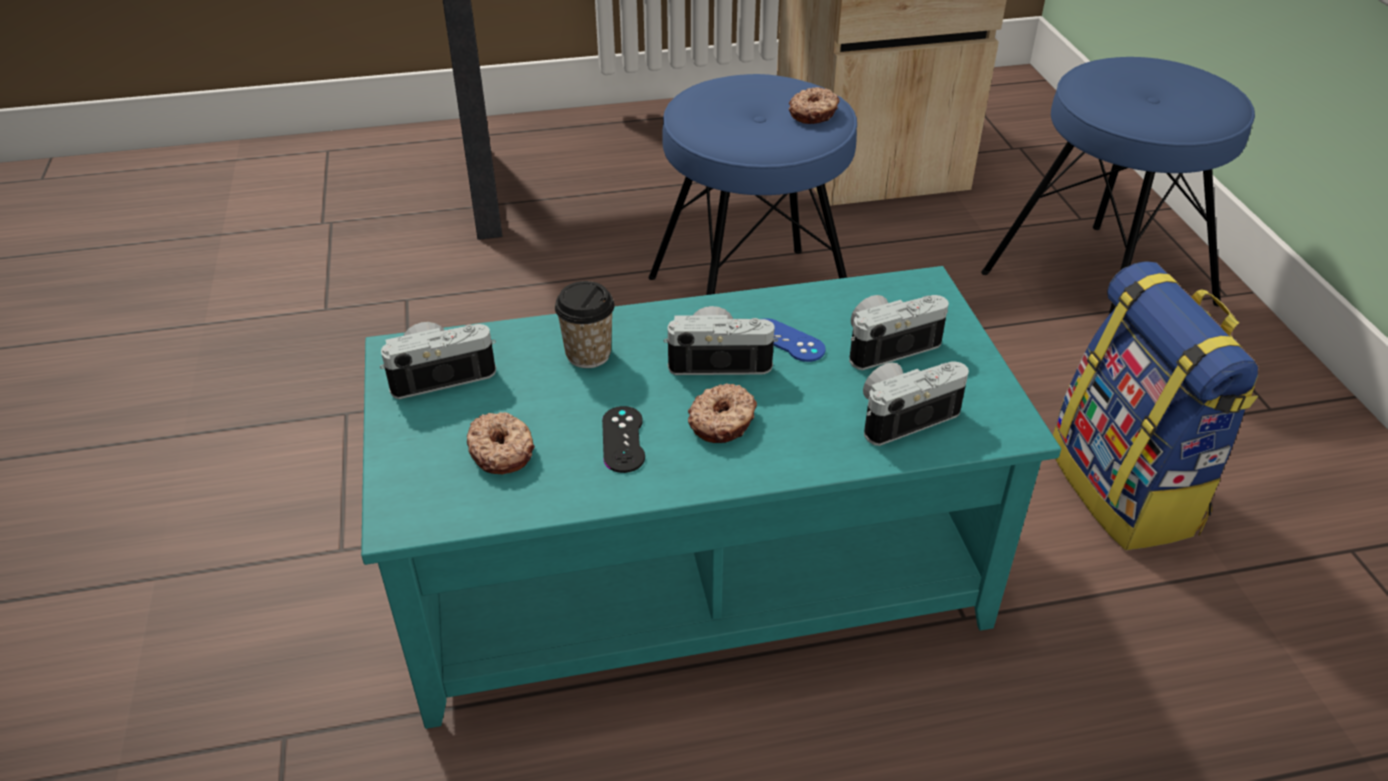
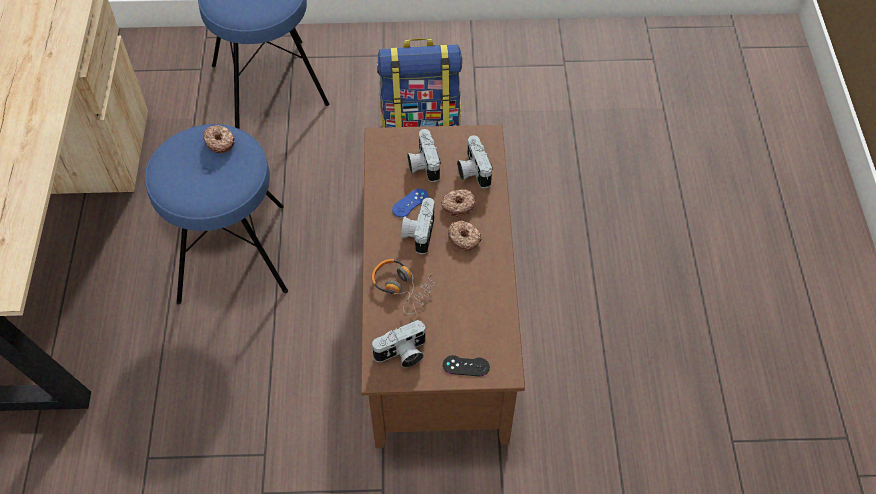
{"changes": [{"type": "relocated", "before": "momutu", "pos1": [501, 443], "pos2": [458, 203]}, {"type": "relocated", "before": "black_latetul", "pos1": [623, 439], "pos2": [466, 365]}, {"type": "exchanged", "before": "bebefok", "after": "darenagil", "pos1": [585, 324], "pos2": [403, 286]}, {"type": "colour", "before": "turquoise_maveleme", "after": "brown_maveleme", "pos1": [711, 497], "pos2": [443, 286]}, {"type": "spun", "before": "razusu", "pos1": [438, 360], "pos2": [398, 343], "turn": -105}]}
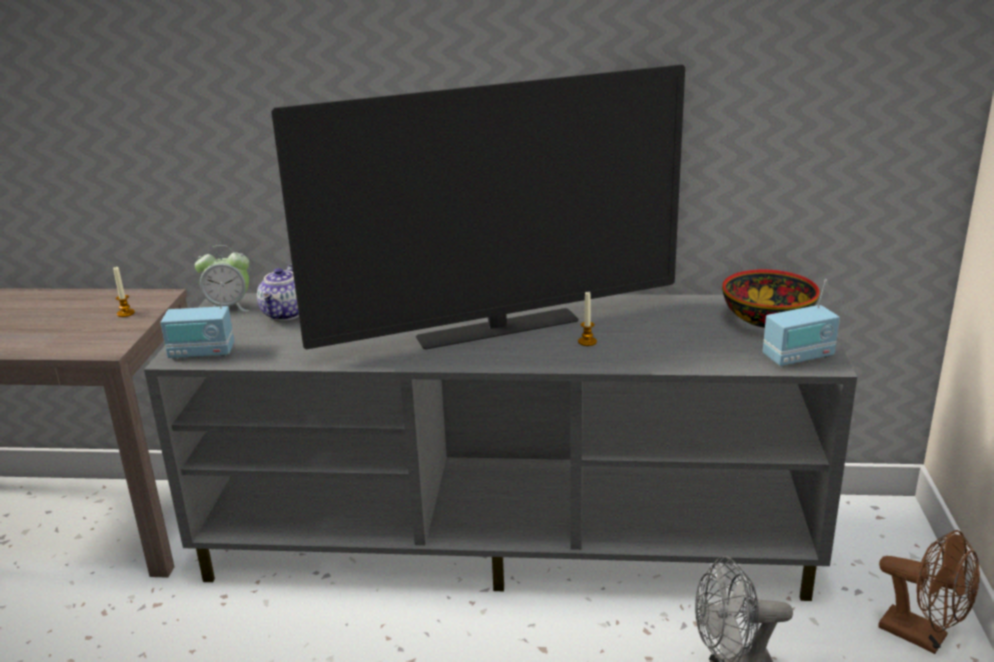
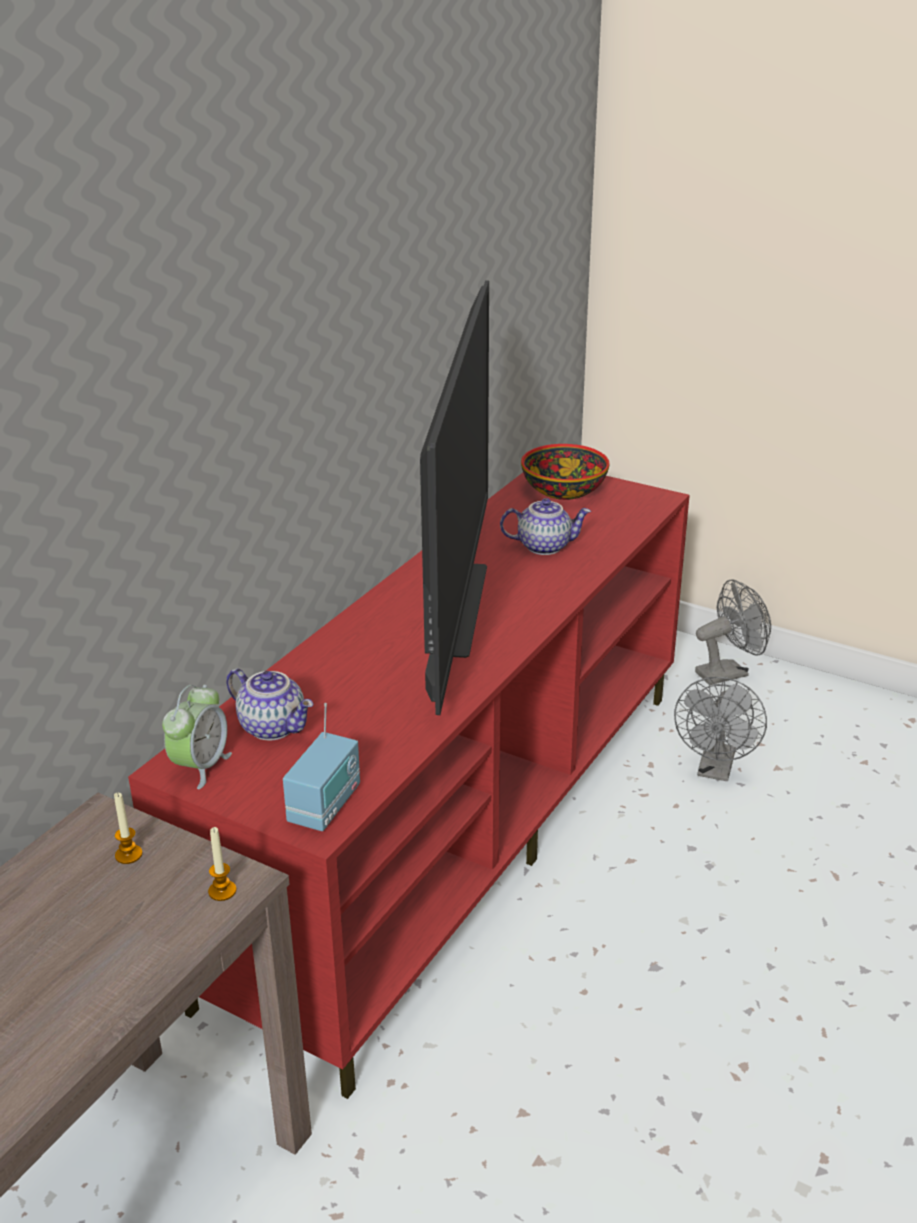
{"changes": [{"type": "missing", "before": "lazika", "pos1": [801, 323]}, {"type": "appeared", "after": "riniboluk", "pos2": [545, 526]}, {"type": "relocated", "before": "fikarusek", "pos1": [587, 319], "pos2": [222, 864]}, {"type": "colour", "before": "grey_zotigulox", "after": "red_zotigulox", "pos1": [500, 447], "pos2": [409, 786]}, {"type": "colour", "before": "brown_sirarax", "after": "grey_sirarax", "pos1": [929, 592], "pos2": [733, 632]}]}
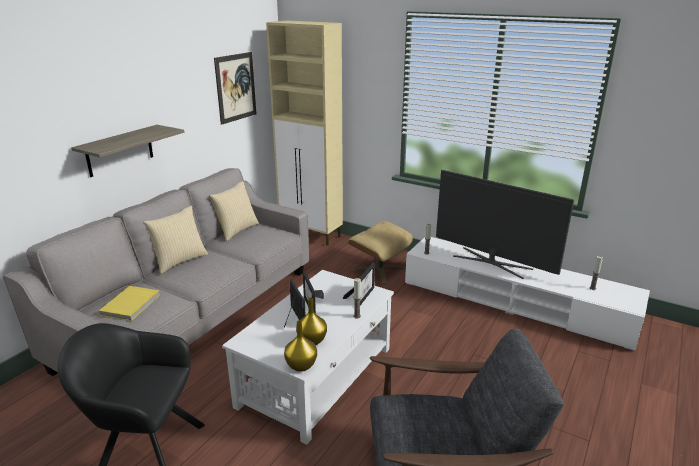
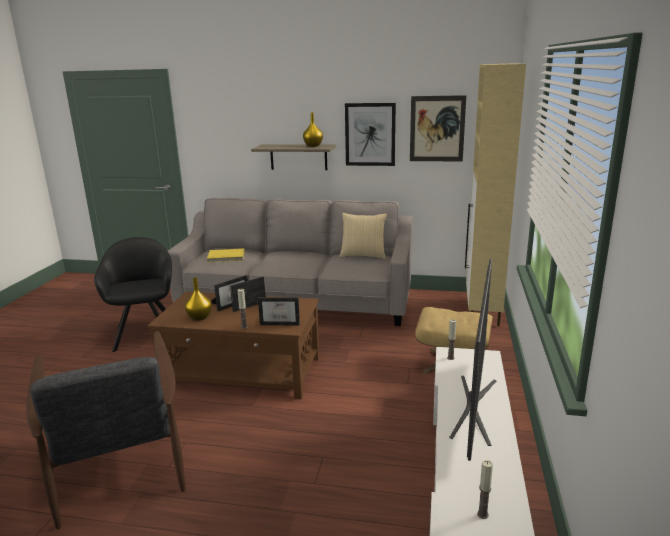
{"changes": [{"type": "missing", "before": "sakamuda", "pos1": [175, 239]}, {"type": "appeared", "after": "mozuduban", "pos2": [370, 134]}, {"type": "relocated", "before": "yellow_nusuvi", "pos1": [300, 346], "pos2": [313, 129]}, {"type": "colour", "before": "white_maveleme", "after": "brown_maveleme", "pos1": [308, 357], "pos2": [233, 345]}]}
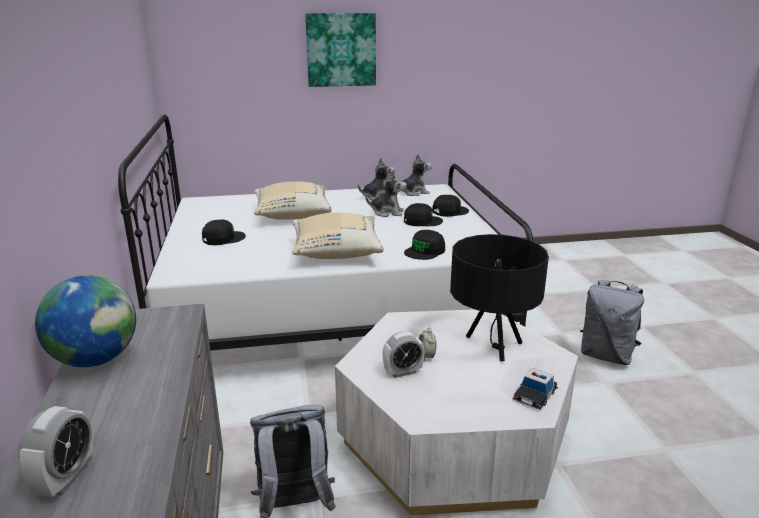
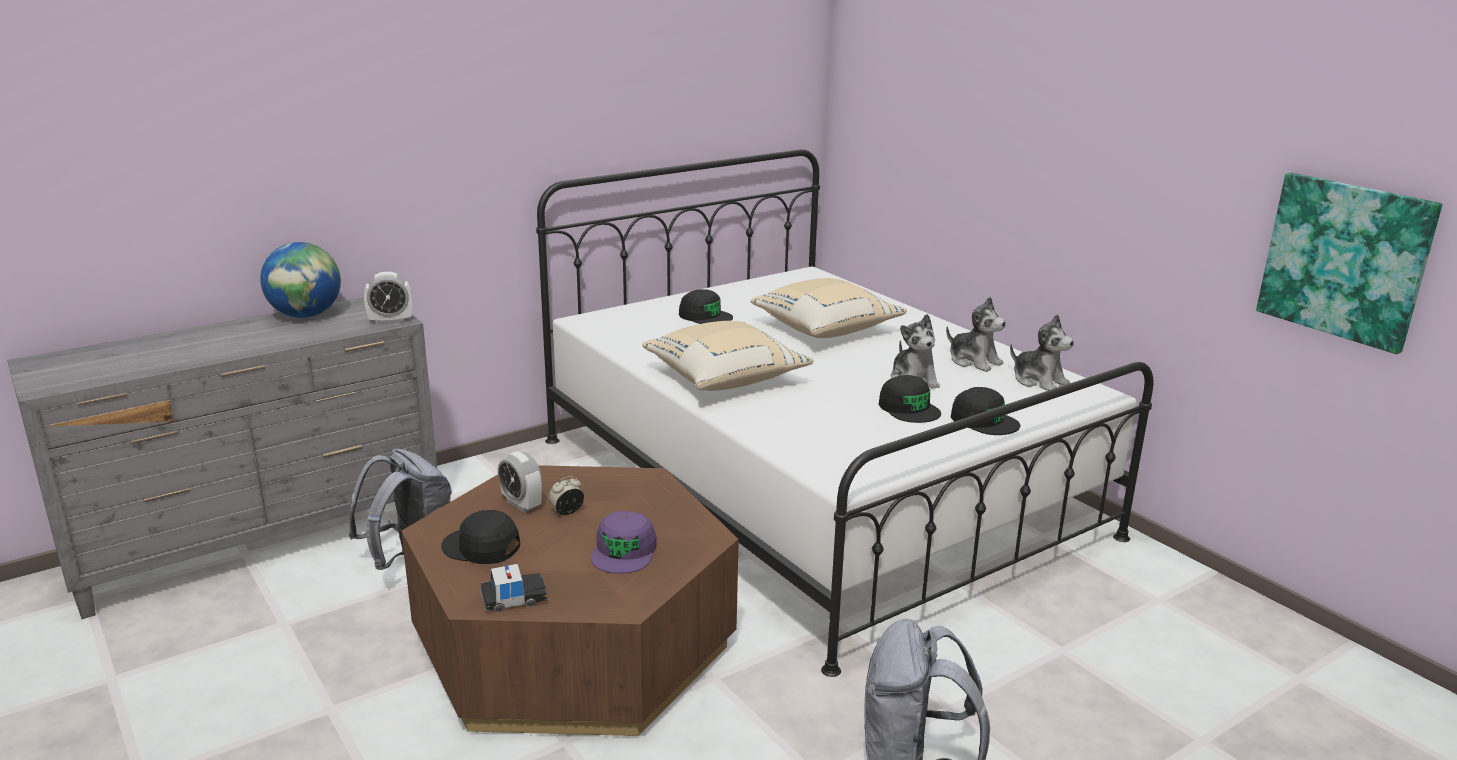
{"changes": [{"type": "relocated", "before": "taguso", "pos1": [55, 451], "pos2": [388, 298]}, {"type": "relocated", "before": "mozuduban", "pos1": [340, 50], "pos2": [1349, 263]}, {"type": "relocated", "before": "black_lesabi", "pos1": [424, 245], "pos2": [480, 537]}, {"type": "exchanged", "before": "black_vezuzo", "after": "purple_lesabi", "pos1": [499, 297], "pos2": [623, 542]}, {"type": "colour", "before": "white_maveleme", "after": "brown_maveleme", "pos1": [456, 412], "pos2": [570, 600]}, {"type": "spun", "before": "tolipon", "pos1": [535, 389], "pos2": [514, 588], "turn": 150}]}
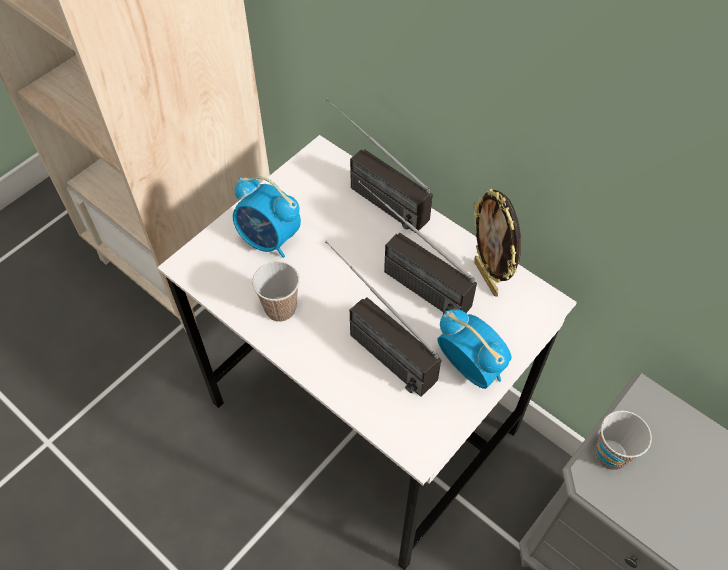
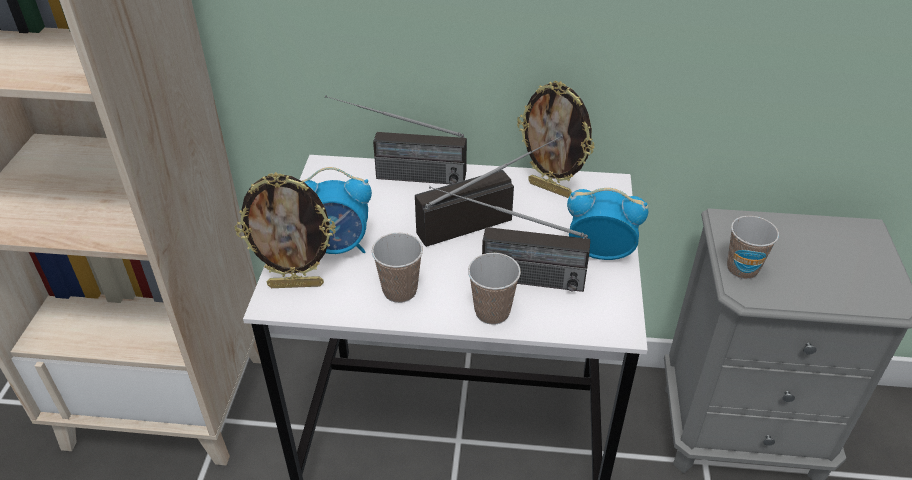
{"changes": [{"type": "appeared", "after": "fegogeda", "pos2": [285, 230]}, {"type": "appeared", "after": "bebefok", "pos2": [494, 289]}, {"type": "spun", "before": "lazika", "pos1": [417, 247], "pos2": [489, 191], "turn": 150}]}
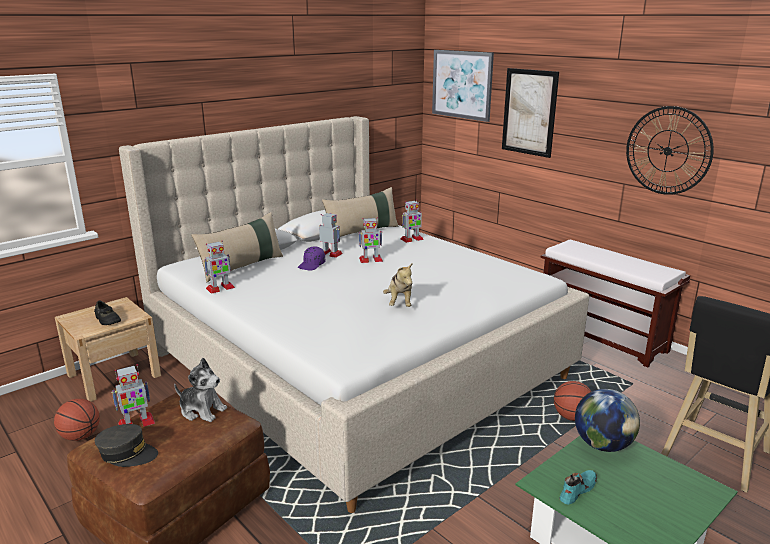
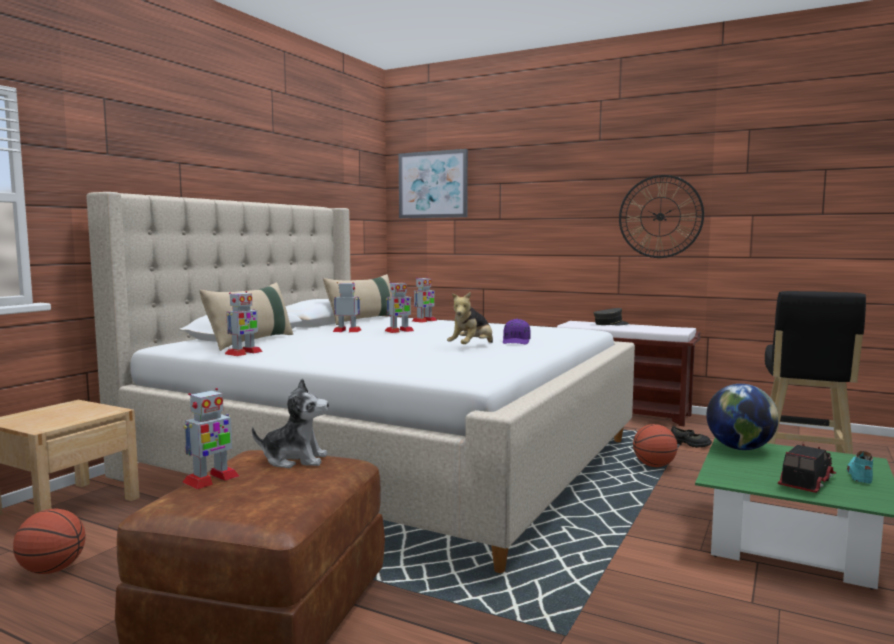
{"changes": [{"type": "missing", "before": "mozuduban", "pos1": [530, 113]}, {"type": "appeared", "after": "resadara", "pos2": [806, 468]}, {"type": "relocated", "before": "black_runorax", "pos1": [107, 312], "pos2": [691, 437]}, {"type": "relocated", "before": "grey_lesabi", "pos1": [126, 445], "pos2": [612, 316]}, {"type": "relocated", "before": "purple_lesabi", "pos1": [311, 258], "pos2": [517, 331]}, {"type": "relocated", "before": "turquoise_runorax", "pos1": [578, 487], "pos2": [860, 467]}, {"type": "spun", "before": "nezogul", "pos1": [398, 284], "pos2": [470, 318], "turn": 60}]}
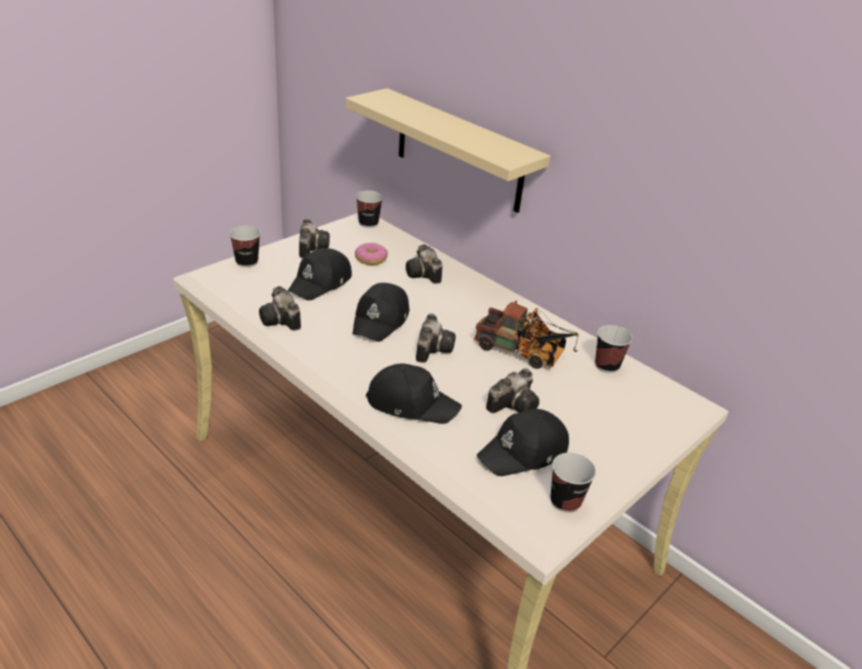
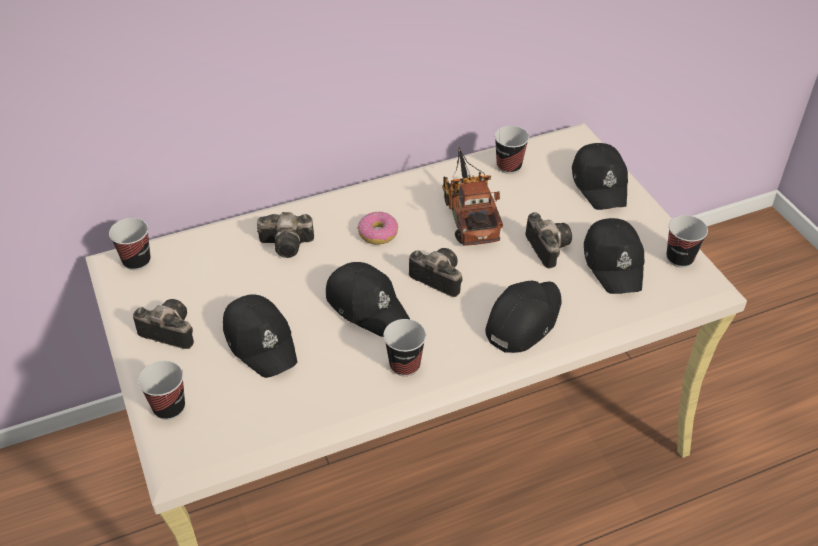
{"changes": [{"type": "missing", "before": "razusu", "pos1": [280, 308]}, {"type": "missing", "before": "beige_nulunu", "pos1": [447, 150]}, {"type": "appeared", "after": "bebefok", "pos2": [404, 347]}, {"type": "appeared", "after": "black_lesabi", "pos2": [600, 176]}, {"type": "relocated", "before": "momutu", "pos1": [371, 254], "pos2": [377, 228]}, {"type": "spun", "before": "resadara", "pos1": [526, 335], "pos2": [472, 196], "turn": -60}]}
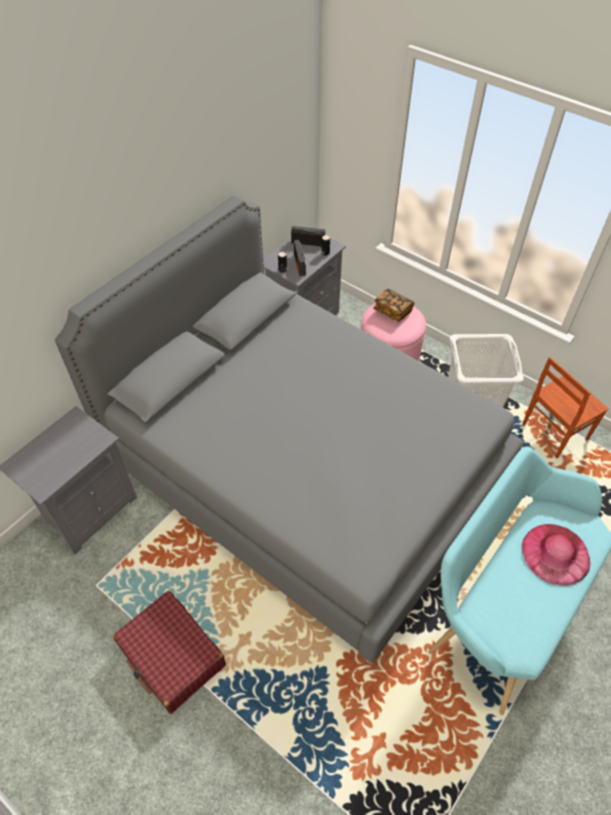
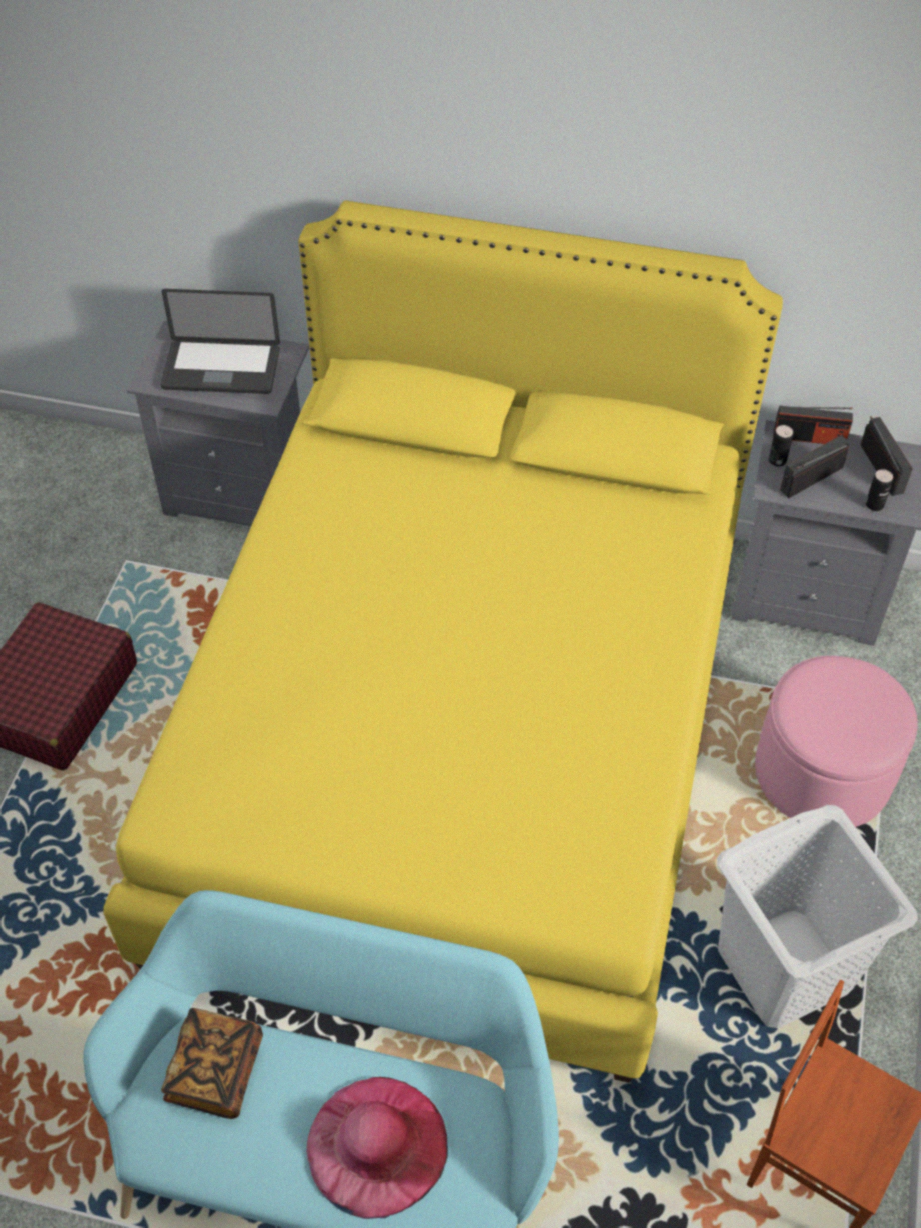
{"changes": [{"type": "appeared", "after": "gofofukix", "pos2": [220, 341]}, {"type": "appeared", "after": "lazika", "pos2": [813, 425]}, {"type": "relocated", "before": "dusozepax", "pos1": [394, 305], "pos2": [212, 1063]}, {"type": "colour", "before": "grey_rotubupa", "after": "yellow_rotubupa", "pos1": [289, 429], "pos2": [443, 642]}]}
